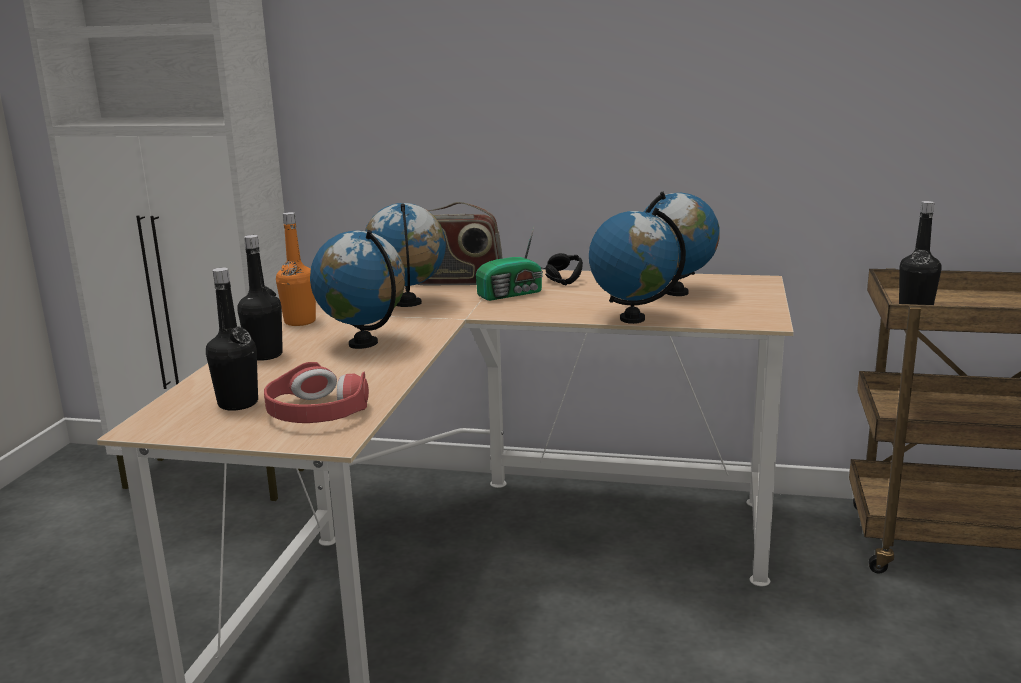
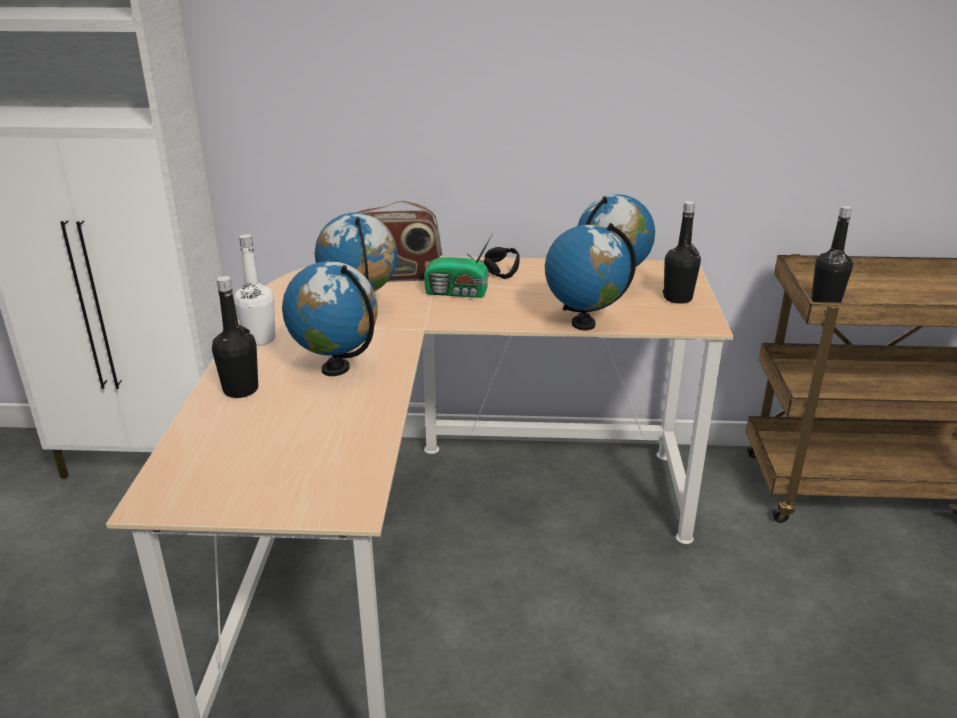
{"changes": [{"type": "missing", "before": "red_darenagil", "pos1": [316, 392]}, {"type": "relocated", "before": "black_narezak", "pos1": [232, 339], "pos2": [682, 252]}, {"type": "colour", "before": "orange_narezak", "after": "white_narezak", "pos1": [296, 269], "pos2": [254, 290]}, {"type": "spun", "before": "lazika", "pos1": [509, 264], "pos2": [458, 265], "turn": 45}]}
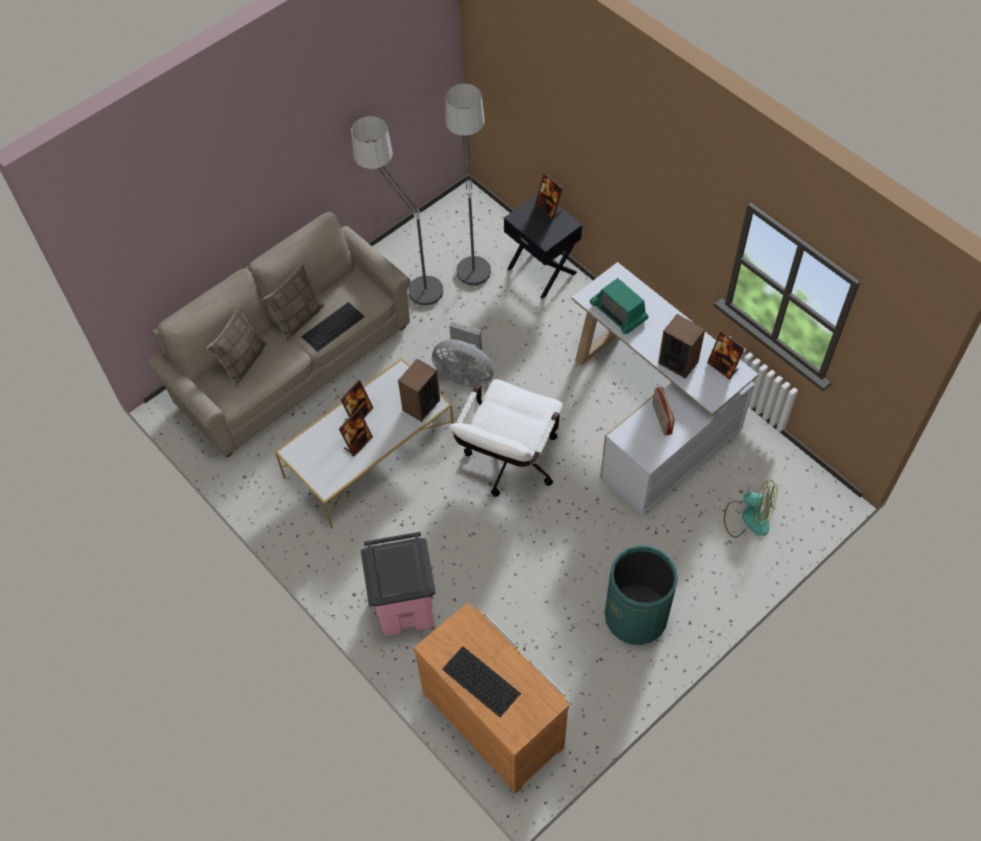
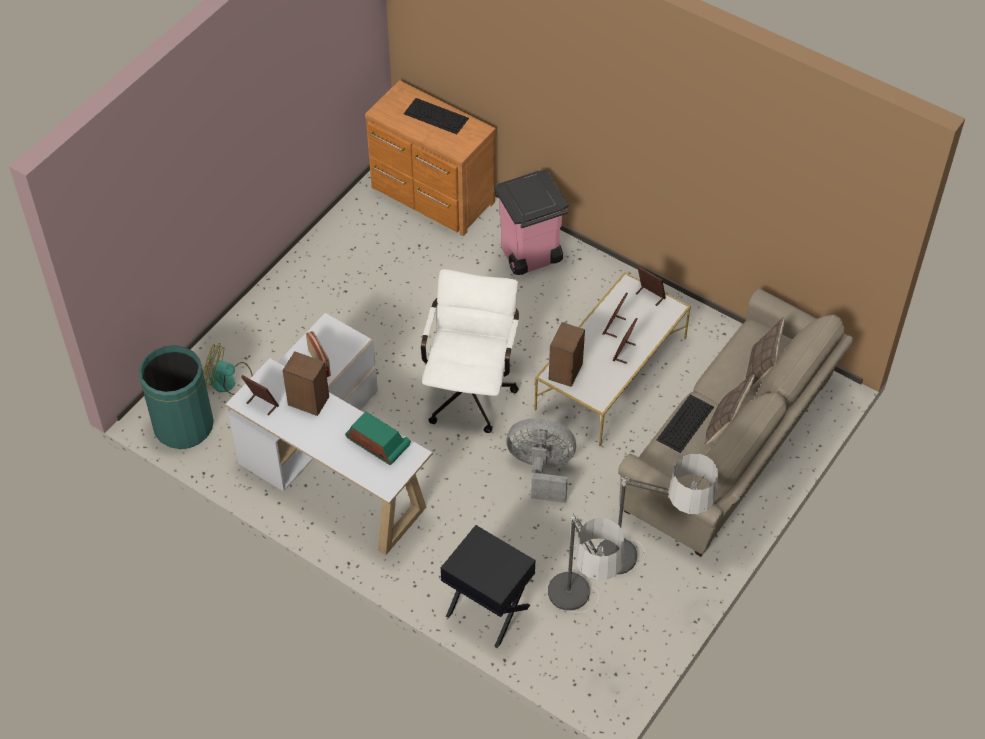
{"changes": [{"type": "relocated", "before": "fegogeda", "pos1": [549, 196], "pos2": [651, 286]}, {"type": "relocated", "before": "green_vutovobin", "pos1": [641, 595], "pos2": [176, 397]}]}
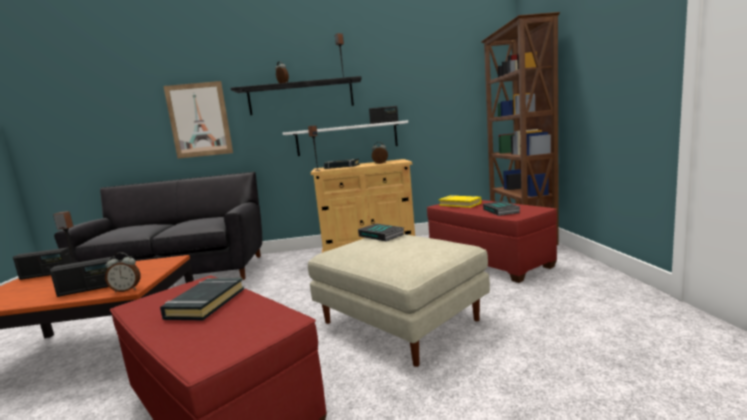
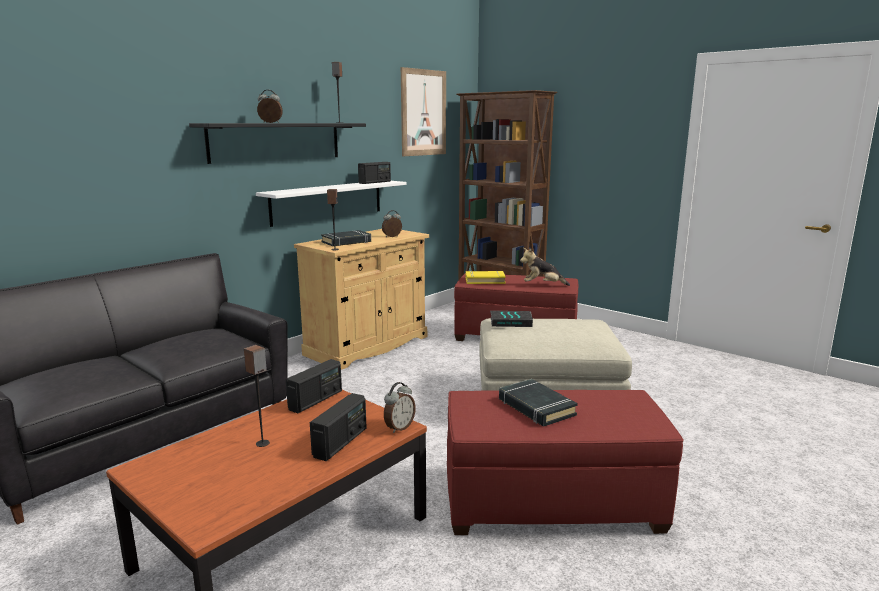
{"changes": [{"type": "relocated", "before": "lazika", "pos1": [43, 263], "pos2": [314, 386]}, {"type": "relocated", "before": "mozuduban", "pos1": [198, 120], "pos2": [423, 111]}, {"type": "exchanged", "before": "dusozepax", "after": "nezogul", "pos1": [501, 208], "pos2": [545, 267]}]}
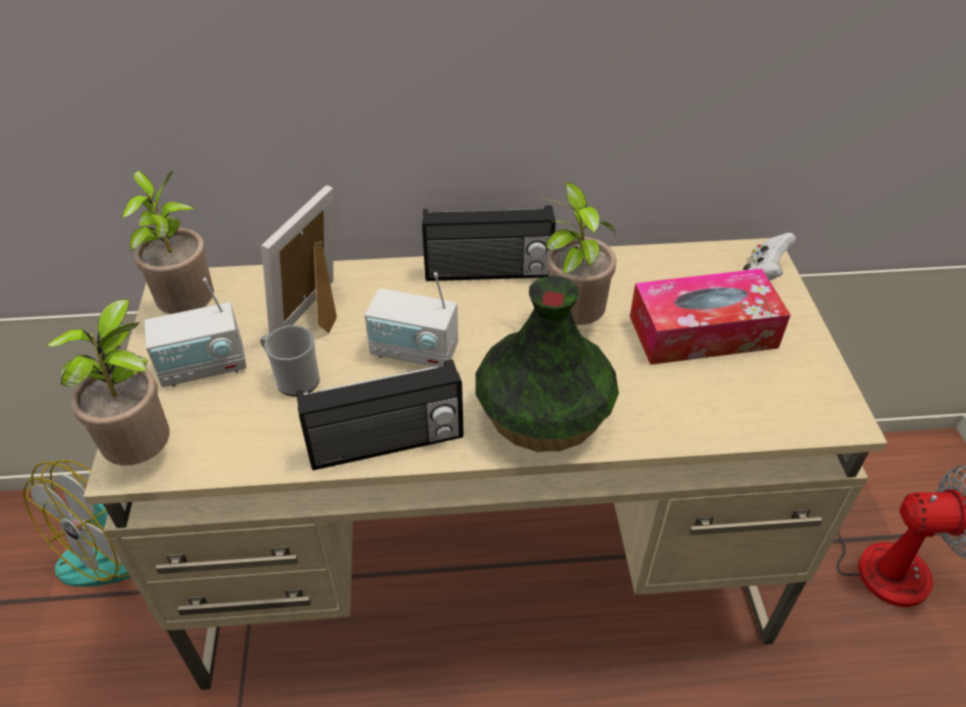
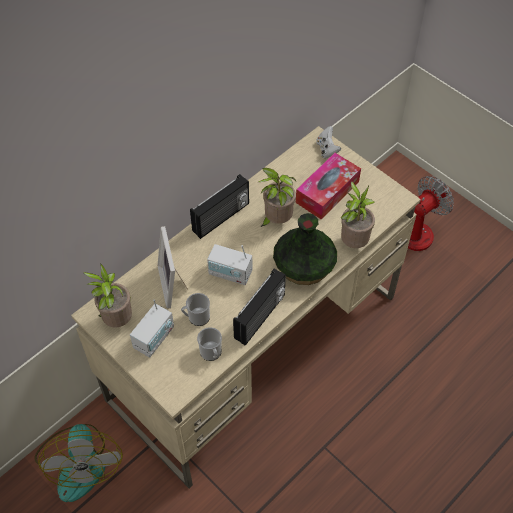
{"changes": [{"type": "appeared", "after": "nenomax", "pos2": [209, 344]}, {"type": "relocated", "before": "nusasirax", "pos1": [108, 382], "pos2": [358, 215]}, {"type": "spun", "before": "lazika", "pos1": [411, 319], "pos2": [229, 264], "turn": 45}]}
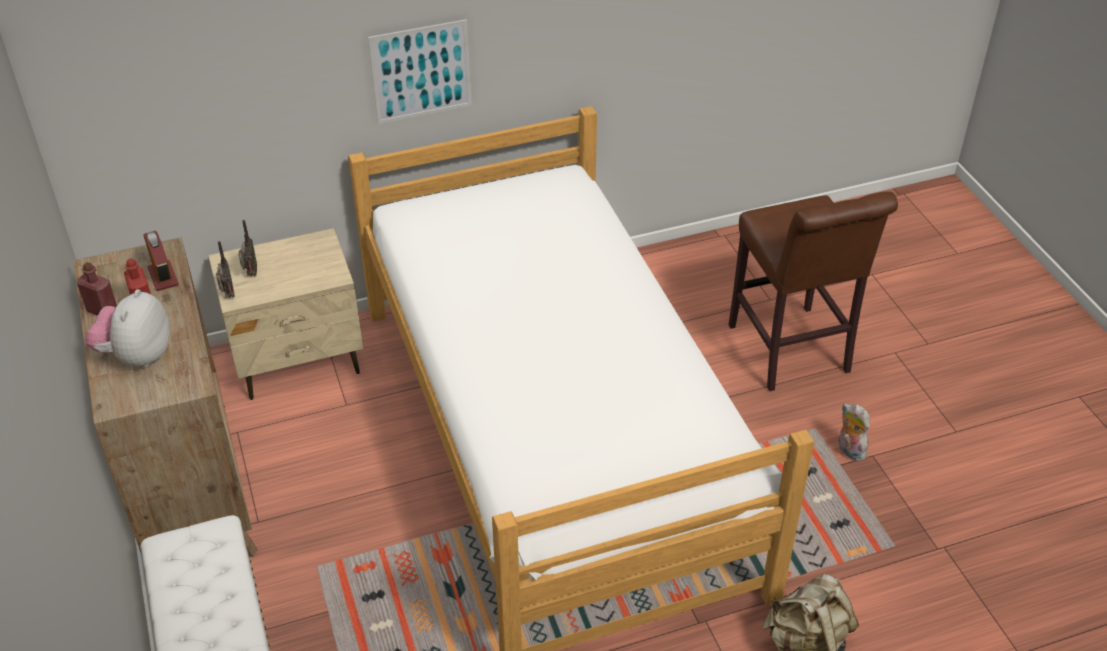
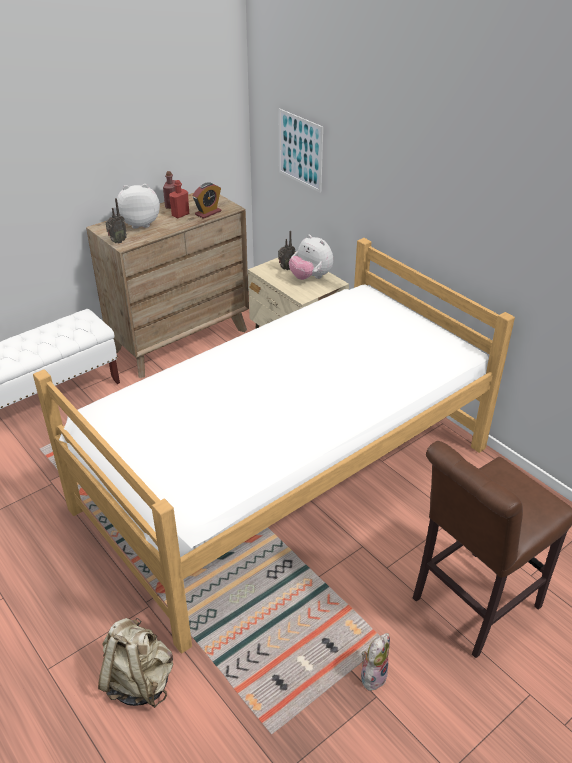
{"changes": [{"type": "appeared", "after": "nezogul", "pos2": [311, 257]}, {"type": "relocated", "before": "lazika", "pos1": [225, 269], "pos2": [116, 221]}, {"type": "relocated", "before": "mozuduban", "pos1": [420, 71], "pos2": [301, 150]}]}
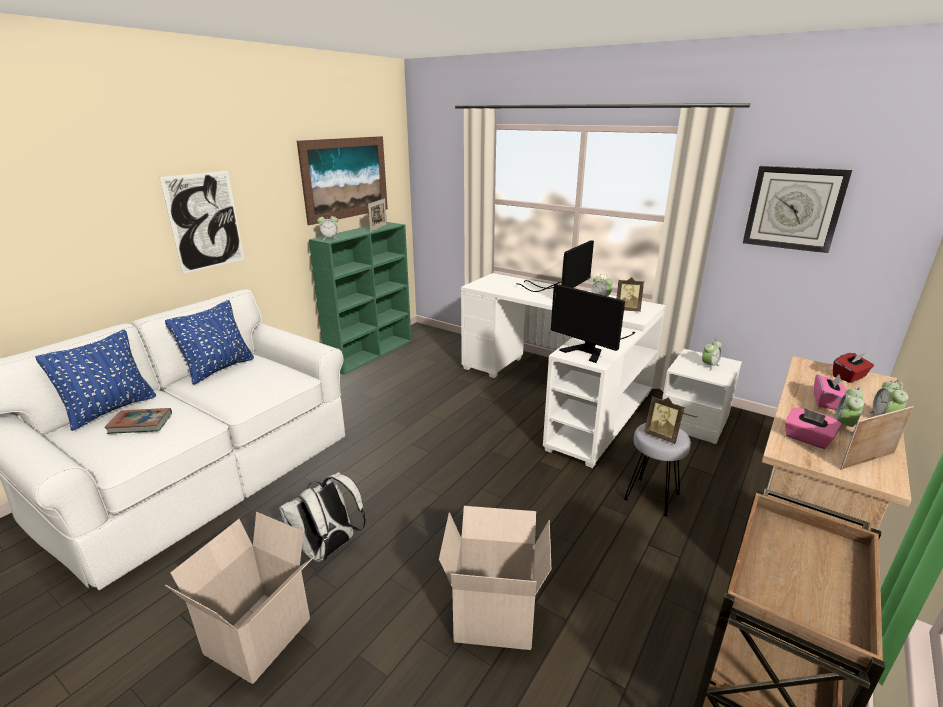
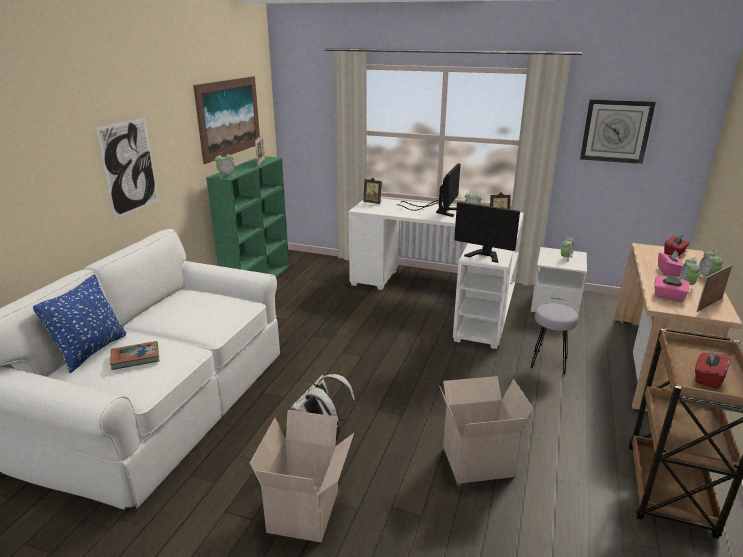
{"changes": [{"type": "missing", "before": "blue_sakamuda", "pos1": [209, 342]}, {"type": "appeared", "after": "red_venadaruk", "pos2": [713, 368]}, {"type": "relocated", "before": "fegogeda", "pos1": [664, 420], "pos2": [372, 191]}]}
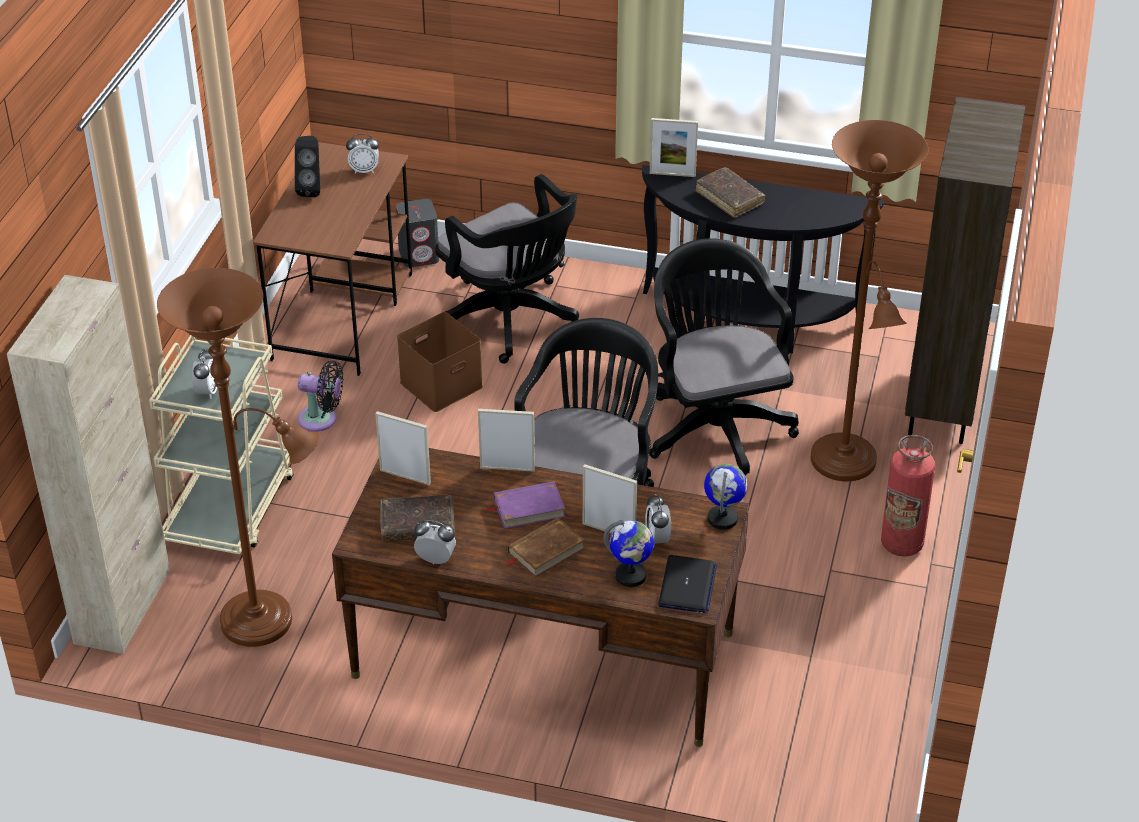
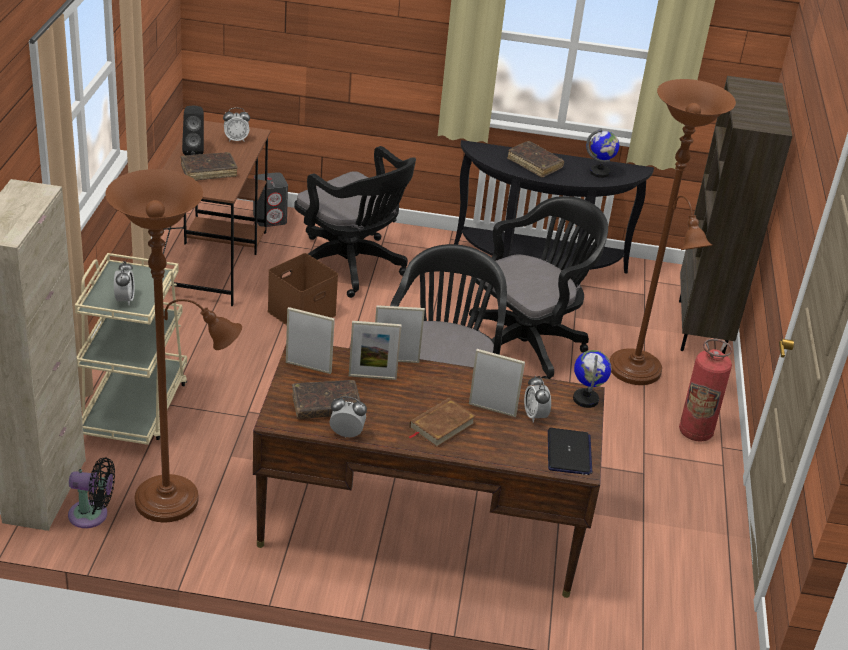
{"changes": [{"type": "missing", "before": "purple_dusozepax", "pos1": [525, 505]}, {"type": "appeared", "after": "brown_dusozepax", "pos2": [209, 166]}, {"type": "relocated", "before": "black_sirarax", "pos1": [320, 396], "pos2": [91, 492]}, {"type": "relocated", "before": "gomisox", "pos1": [629, 553], "pos2": [602, 153]}, {"type": "relocated", "before": "fegogeda", "pos1": [674, 147], "pos2": [375, 350]}, {"type": "spun", "before": "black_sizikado", "pos1": [724, 357], "pos2": [538, 287], "turn": 75}]}
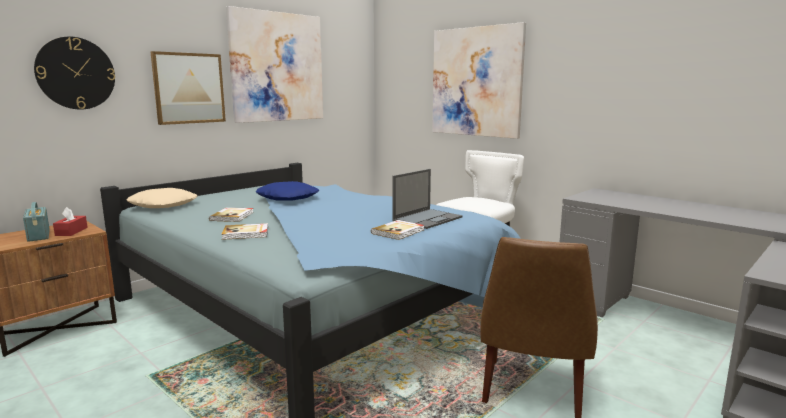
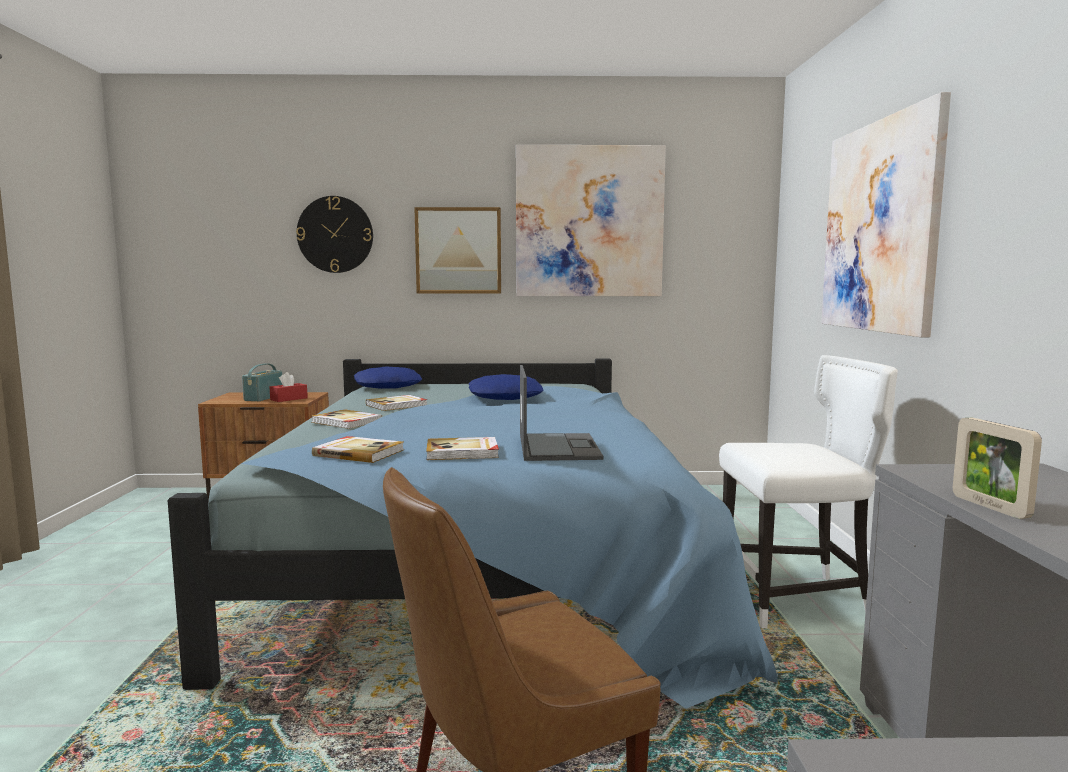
{"changes": [{"type": "appeared", "after": "dusozepax", "pos2": [358, 449]}, {"type": "appeared", "after": "fegogeda", "pos2": [997, 468]}, {"type": "colour", "before": "beige_sakamuda", "after": "blue_sakamuda", "pos1": [162, 198], "pos2": [388, 378]}, {"type": "spun", "before": "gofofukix", "pos1": [427, 199], "pos2": [562, 413], "turn": -90}]}
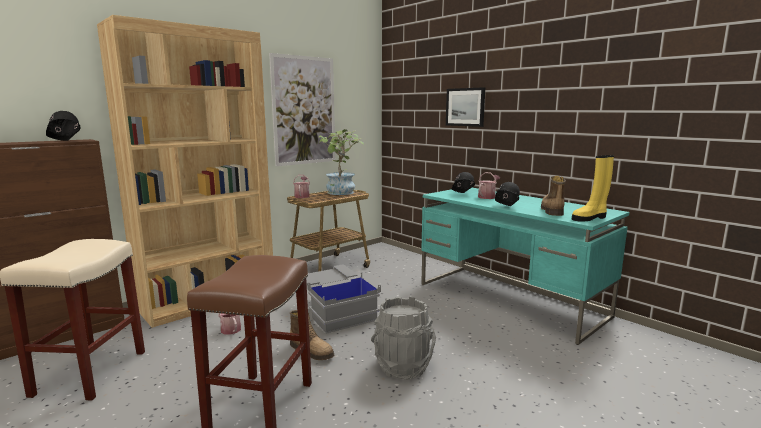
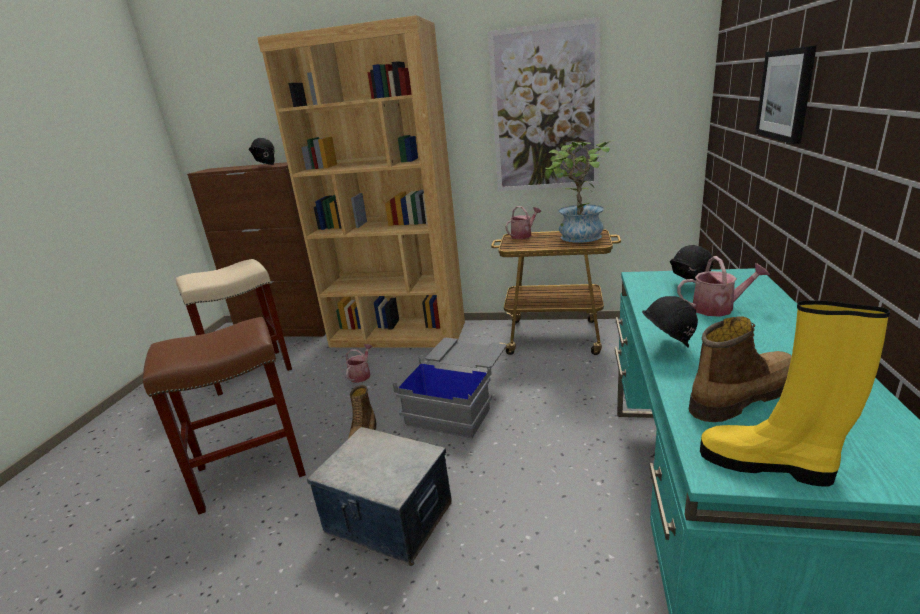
{"changes": [{"type": "exchanged", "before": "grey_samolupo", "after": "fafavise", "pos1": [403, 338], "pos2": [379, 496]}]}
